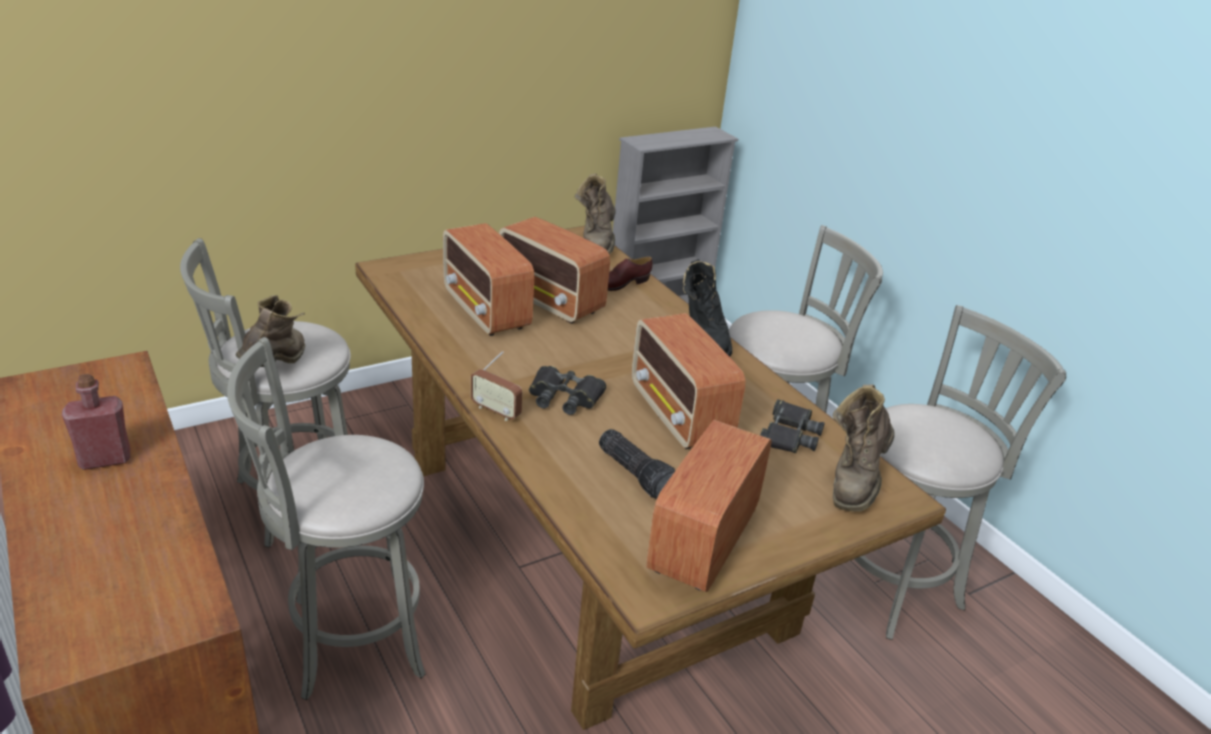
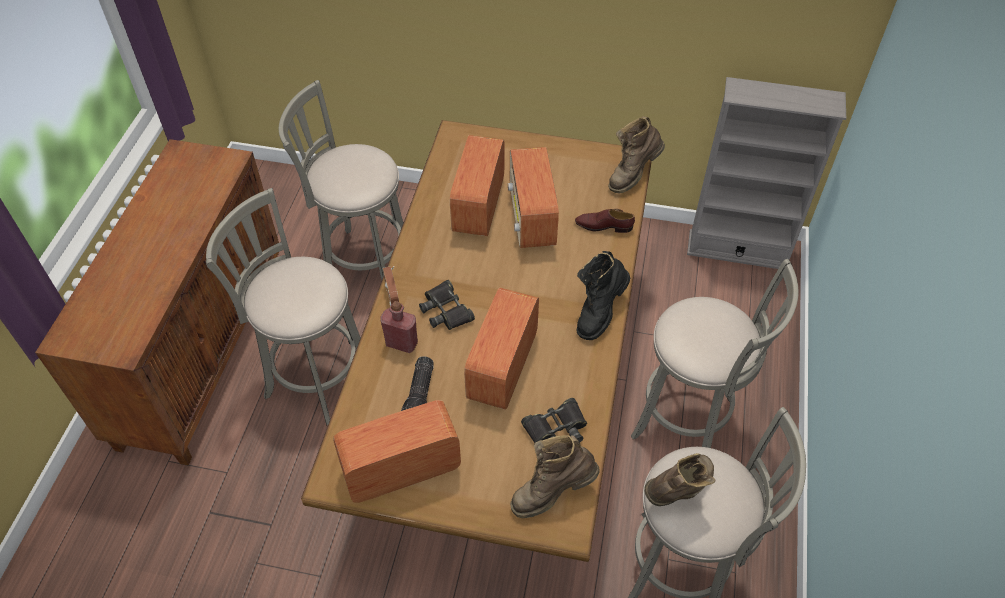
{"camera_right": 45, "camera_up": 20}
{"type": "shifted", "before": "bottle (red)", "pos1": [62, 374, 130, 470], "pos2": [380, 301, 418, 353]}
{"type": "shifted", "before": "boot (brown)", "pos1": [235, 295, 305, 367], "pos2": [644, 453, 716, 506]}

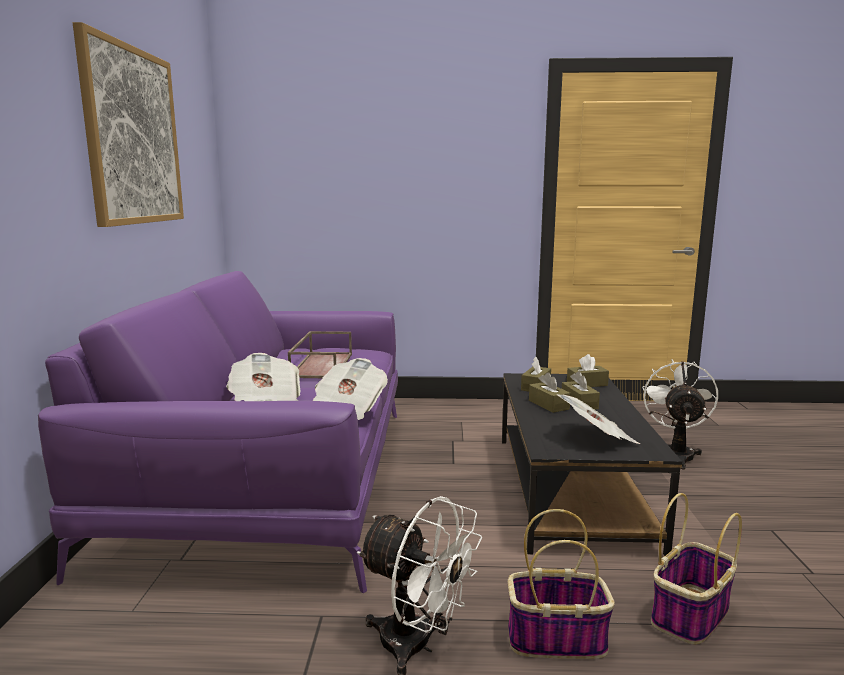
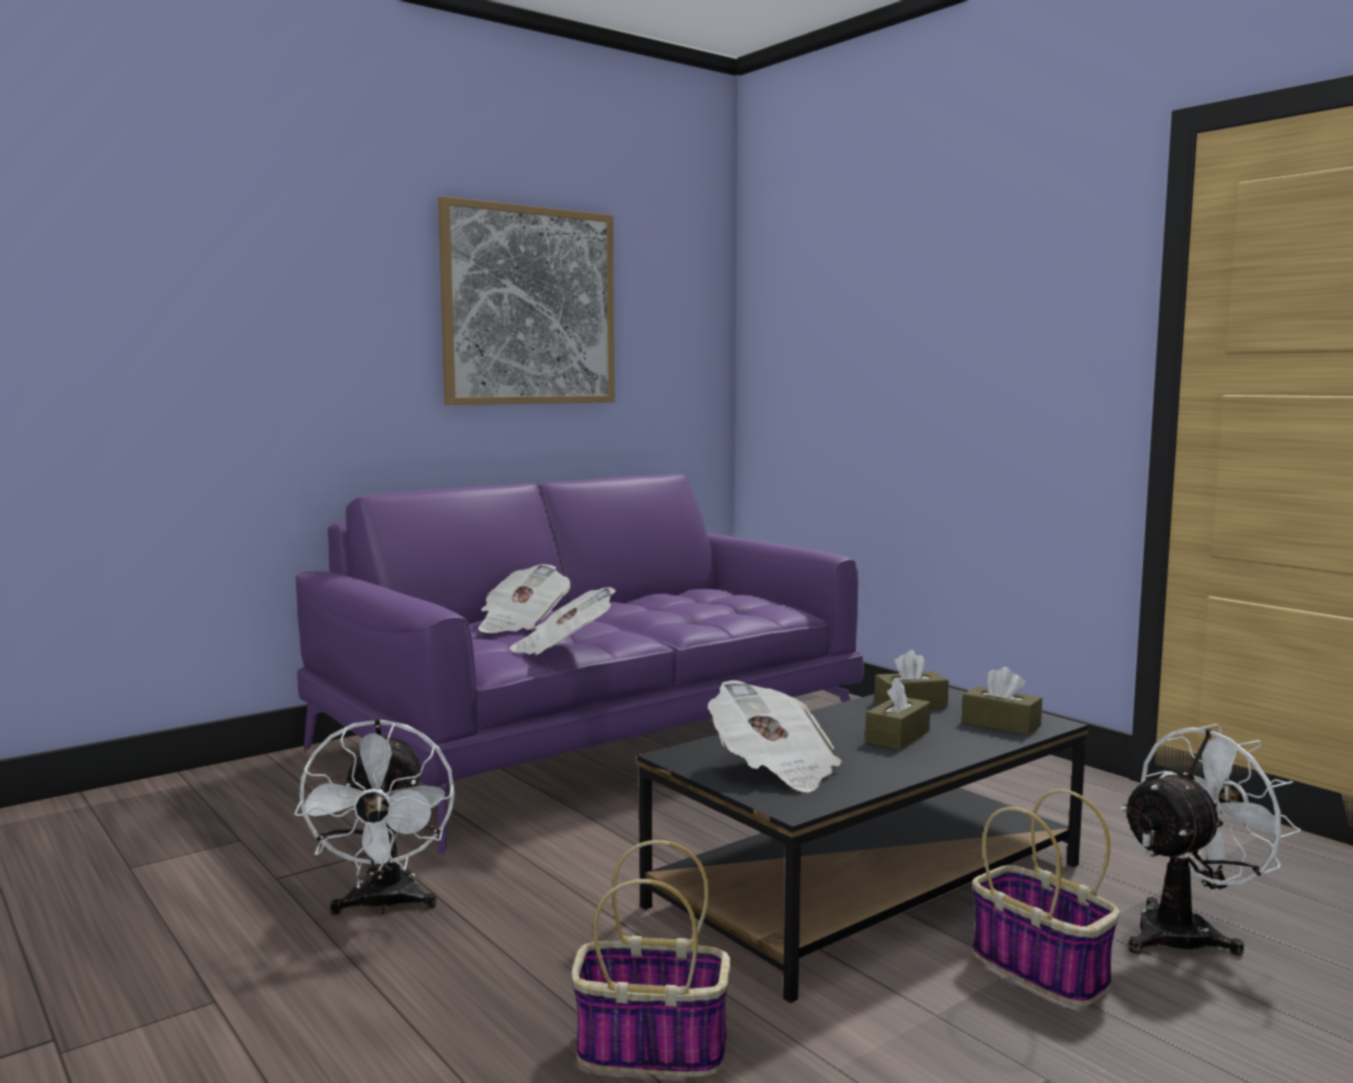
{"camera_right": 50, "camera_up": -5}
{"type": "gone", "before": "tray (brown)", "pos1": [288, 331, 352, 378]}
{"type": "shifted", "before": "basket", "pos1": [508, 509, 615, 659], "pos2": [972, 789, 1120, 1007]}
{"type": "gone", "before": "tissue box (brown)", "pos1": [529, 372, 571, 413]}

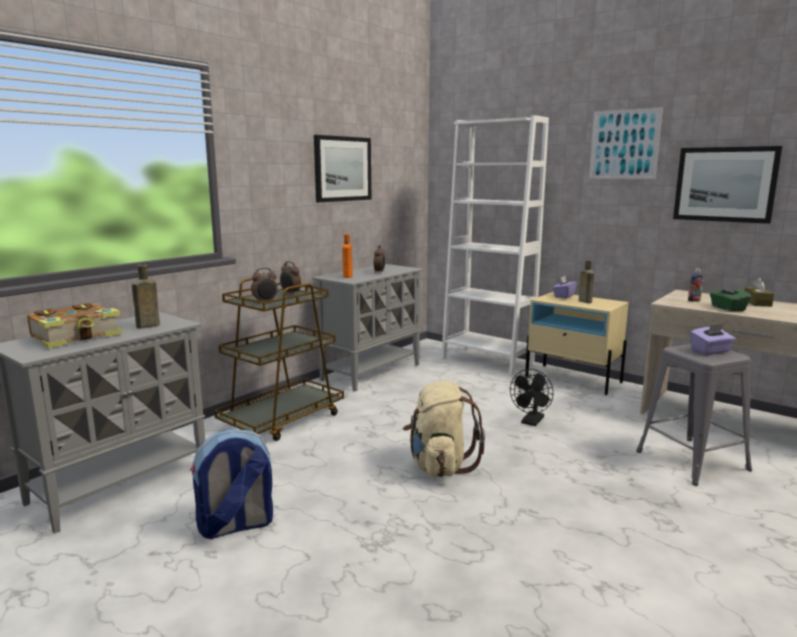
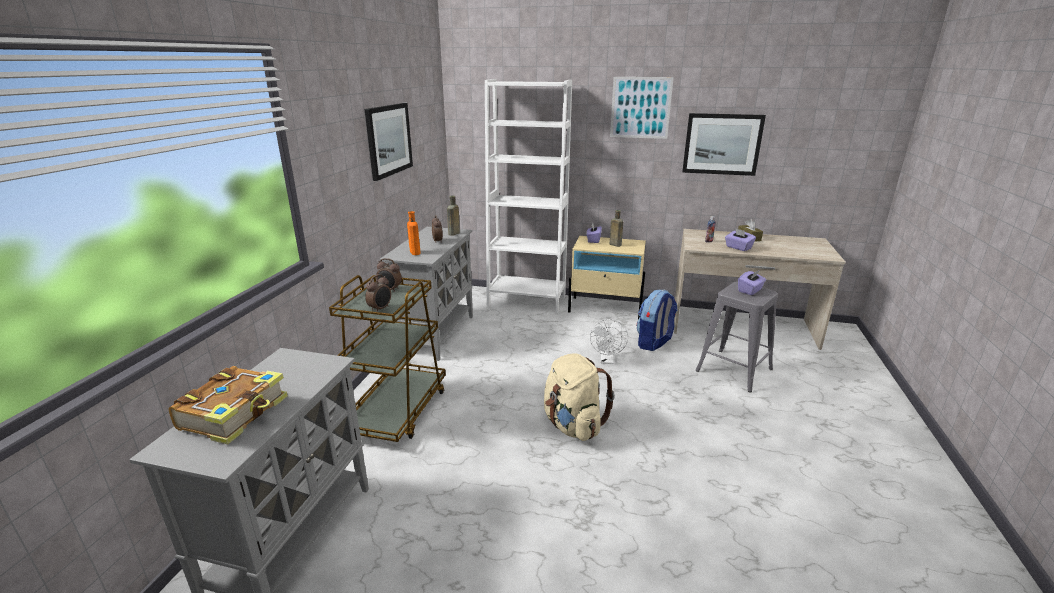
{"camera_right": -25, "camera_up": 10}
{"type": "shifted", "before": "bottle (brown)", "pos1": [132, 264, 160, 329], "pos2": [447, 196, 460, 236]}
{"type": "shifted", "before": "backpack", "pos1": [190, 429, 273, 539], "pos2": [637, 290, 677, 351]}
{"type": "repainted", "before": "fan (black)", "after": "fan (white)", "pos1": [510, 369, 553, 426], "pos2": [590, 319, 628, 364]}
{"type": "repainted", "before": "tissue box (green)", "after": "tissue box (purple)", "pos1": [710, 282, 751, 312], "pos2": [725, 228, 756, 251]}

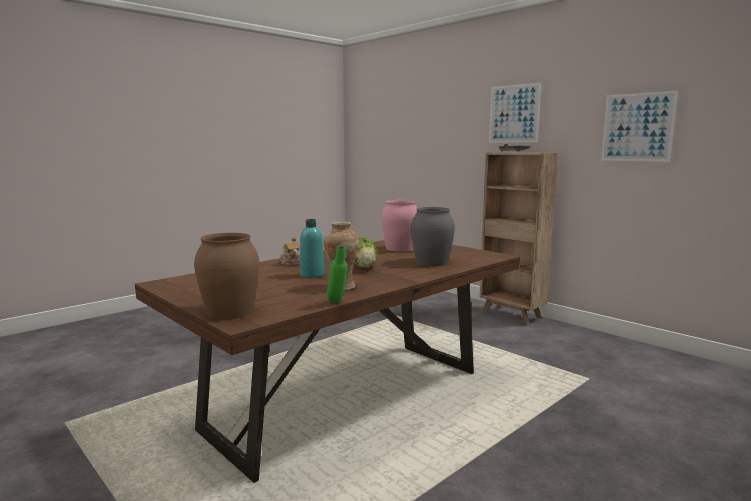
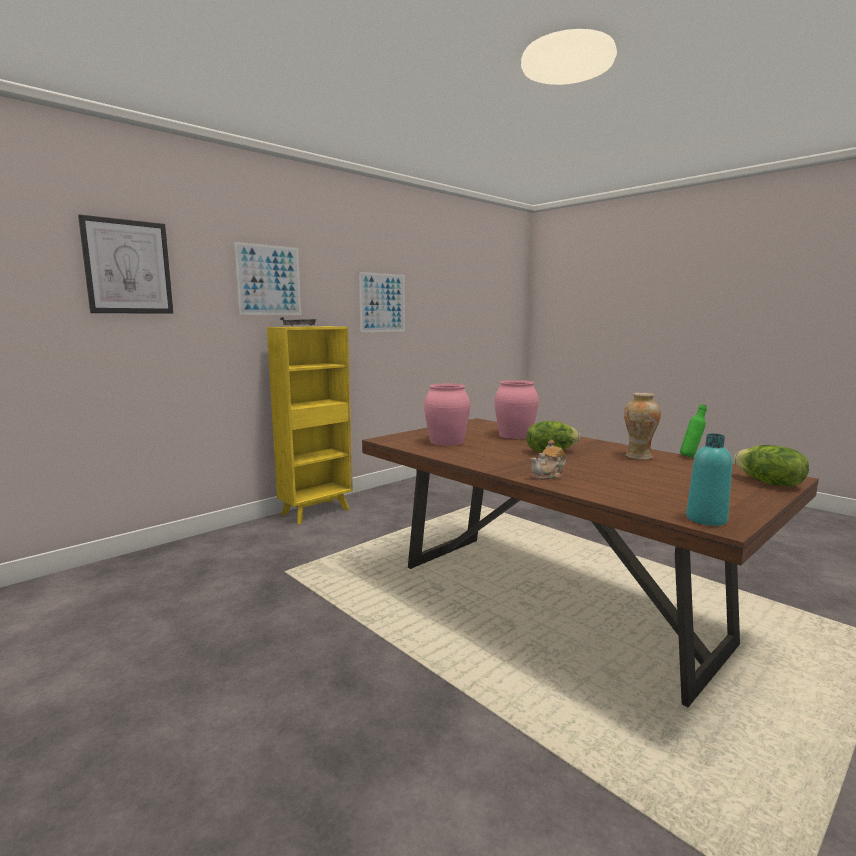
{"camera_right": -90, "camera_up": 0}
{"type": "swapped", "before": "vase (brown)", "after": "lettuce", "pos1": [194, 233, 260, 319], "pos2": [734, 445, 809, 486]}
{"type": "shifted", "before": "bottle (turquoise)", "pos1": [300, 219, 324, 278], "pos2": [686, 433, 732, 526]}
{"type": "repainted", "before": "vase (grey)", "after": "vase (pink)", "pos1": [411, 207, 455, 266], "pos2": [494, 380, 539, 439]}
{"type": "repainted", "before": "bookcase (brown)", "after": "bookcase (yellow)", "pos1": [480, 152, 558, 325], "pos2": [267, 326, 353, 524]}
{"type": "new", "after": "picture", "pos2": [78, 214, 173, 314]}

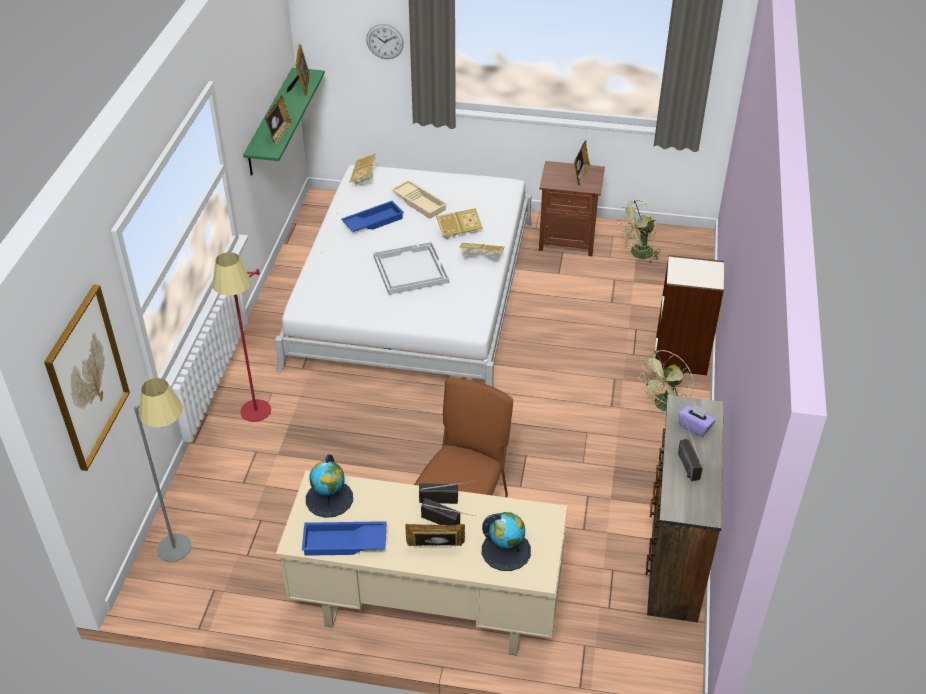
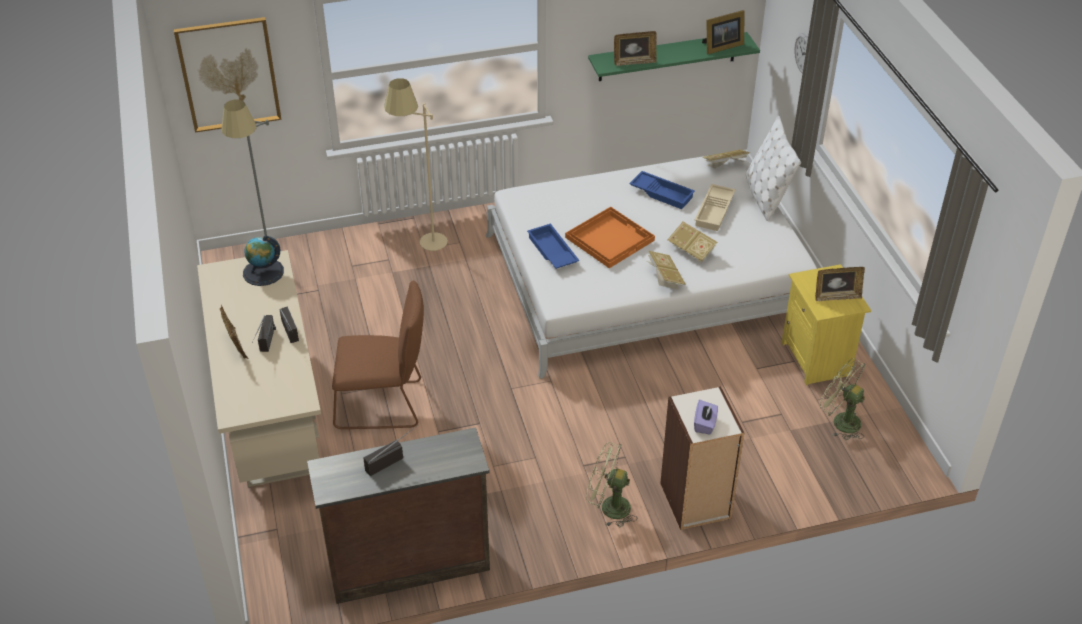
{"camera_right": 65, "camera_up": 0}
{"type": "repainted", "before": "floor lamp (red)", "after": "floor lamp (beige)", "pos1": [212, 252, 271, 422], "pos2": [384, 78, 448, 251]}
{"type": "shifted", "before": "tray (blue)", "pos1": [302, 521, 387, 556], "pos2": [527, 223, 579, 269]}
{"type": "repainted", "before": "tray (white)", "after": "tray (orange)", "pos1": [373, 242, 449, 295], "pos2": [565, 207, 655, 268]}
{"type": "gone", "before": "globe", "pos1": [482, 512, 531, 571]}
{"type": "repainted", "before": "nightstand (brown)", "after": "nightstand (yellow)", "pos1": [539, 161, 605, 256], "pos2": [781, 264, 871, 386]}
{"type": "shifted", "before": "tissue box (purple)", "pos1": [678, 404, 716, 437], "pos2": [694, 400, 718, 435]}
{"type": "new", "after": "pillow (white)", "pos2": [746, 116, 801, 221]}

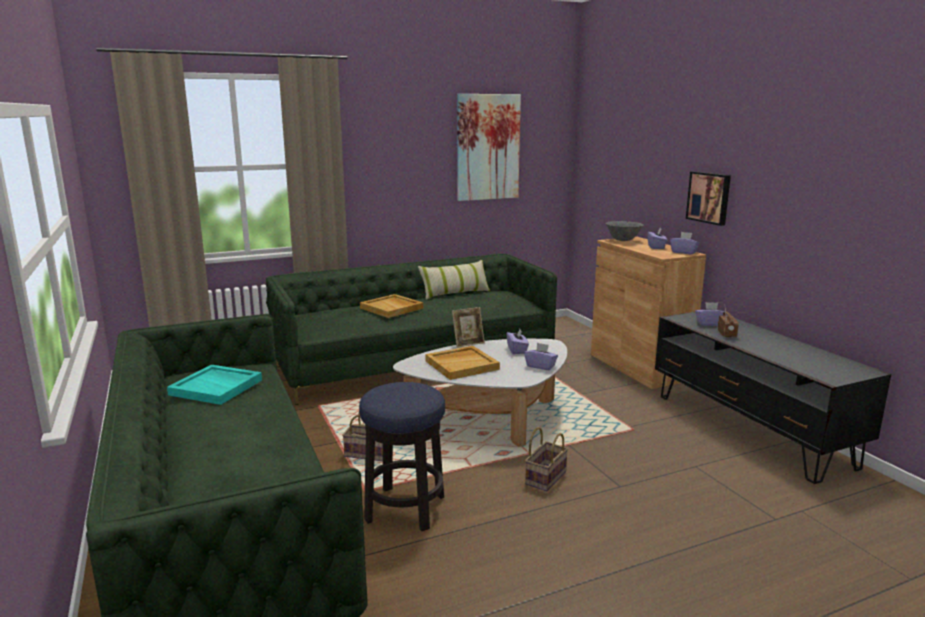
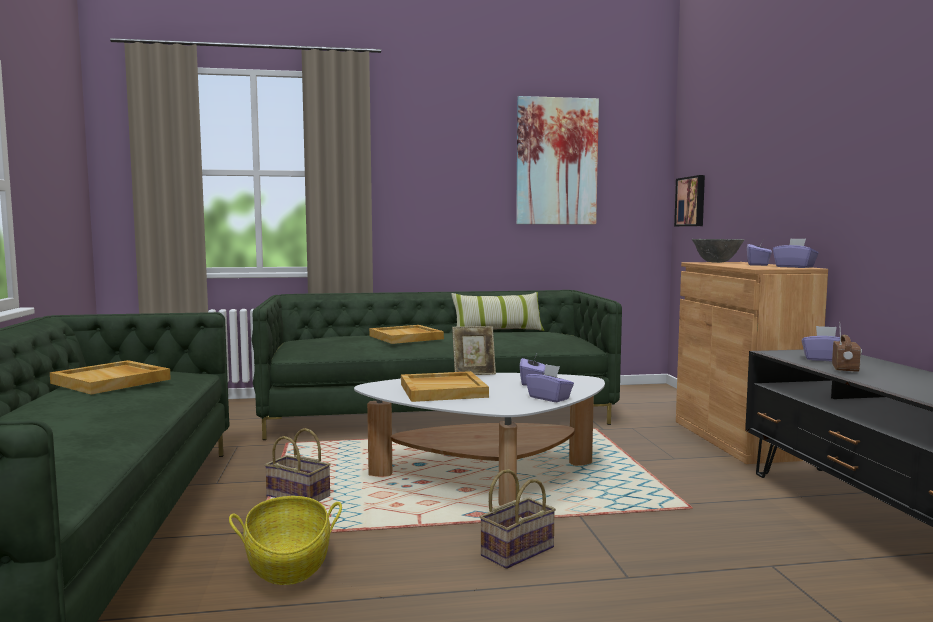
{"camera_right": 15, "camera_up": -10}
{"type": "repainted", "before": "tray (turquoise)", "after": "tray (beige)", "pos1": [167, 365, 262, 405], "pos2": [50, 360, 171, 394]}
{"type": "swapped", "before": "stool", "after": "basket", "pos1": [359, 382, 445, 531], "pos2": [229, 496, 342, 585]}
{"type": "shifted", "before": "picture", "pos1": [686, 171, 731, 226], "pos2": [674, 175, 705, 226]}

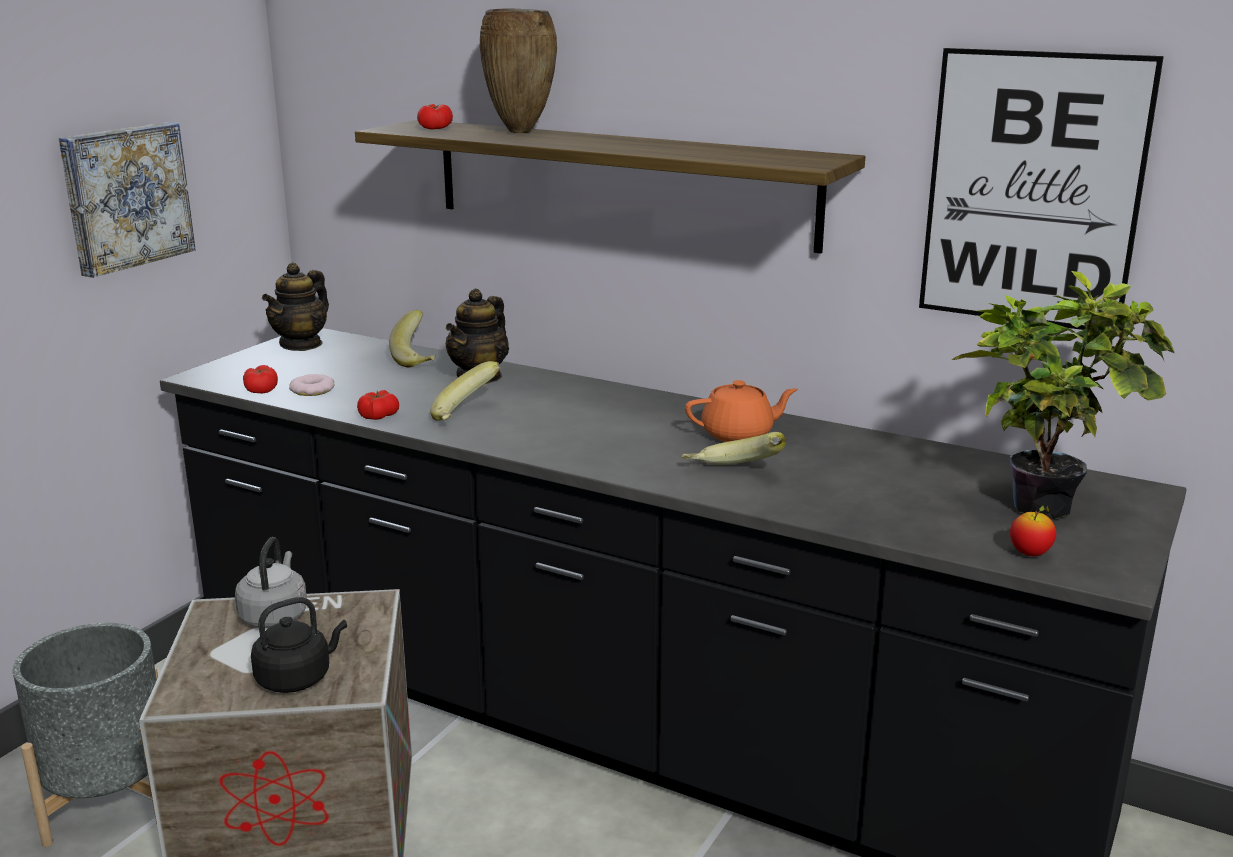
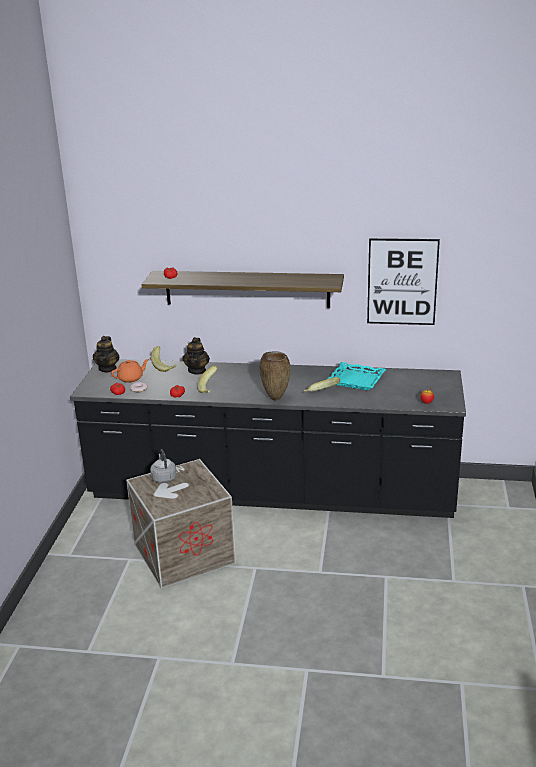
{"camera_right": -20, "camera_up": 5}
{"type": "gone", "before": "planter (grey)", "pos1": [13, 623, 158, 847]}
{"type": "gone", "before": "picture", "pos1": [59, 122, 196, 278]}
{"type": "gone", "before": "kettle (black)", "pos1": [251, 597, 347, 693]}
{"type": "shifted", "before": "vase (brown)", "pos1": [480, 8, 557, 133], "pos2": [260, 351, 291, 400]}
{"type": "shifted", "before": "teapot (orange)", "pos1": [685, 380, 798, 442], "pos2": [111, 359, 149, 383]}
{"type": "gone", "before": "potted plant", "pos1": [951, 271, 1174, 520]}
{"type": "new", "after": "tray (turquoise)", "pos2": [327, 362, 386, 391]}

